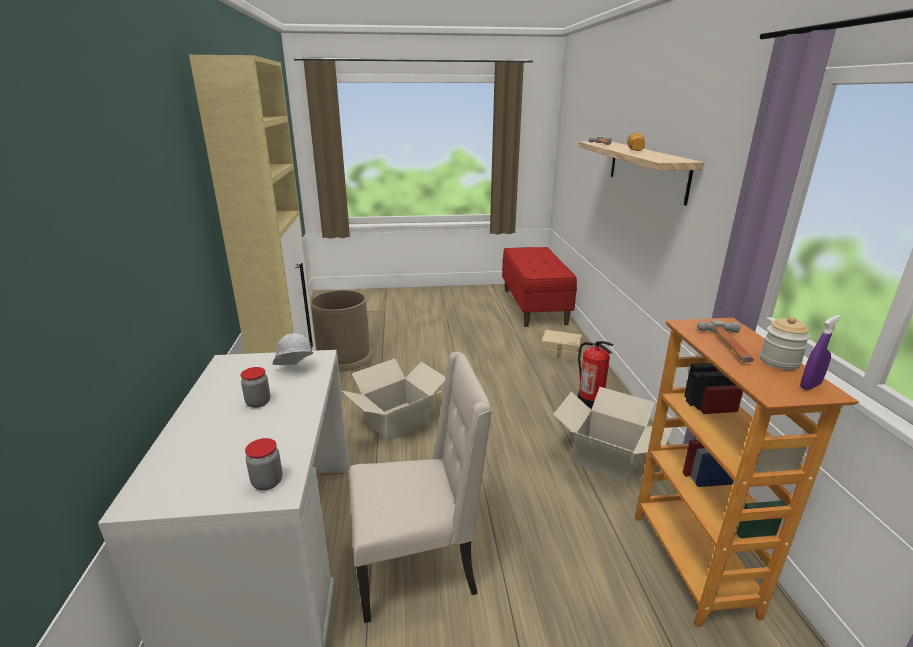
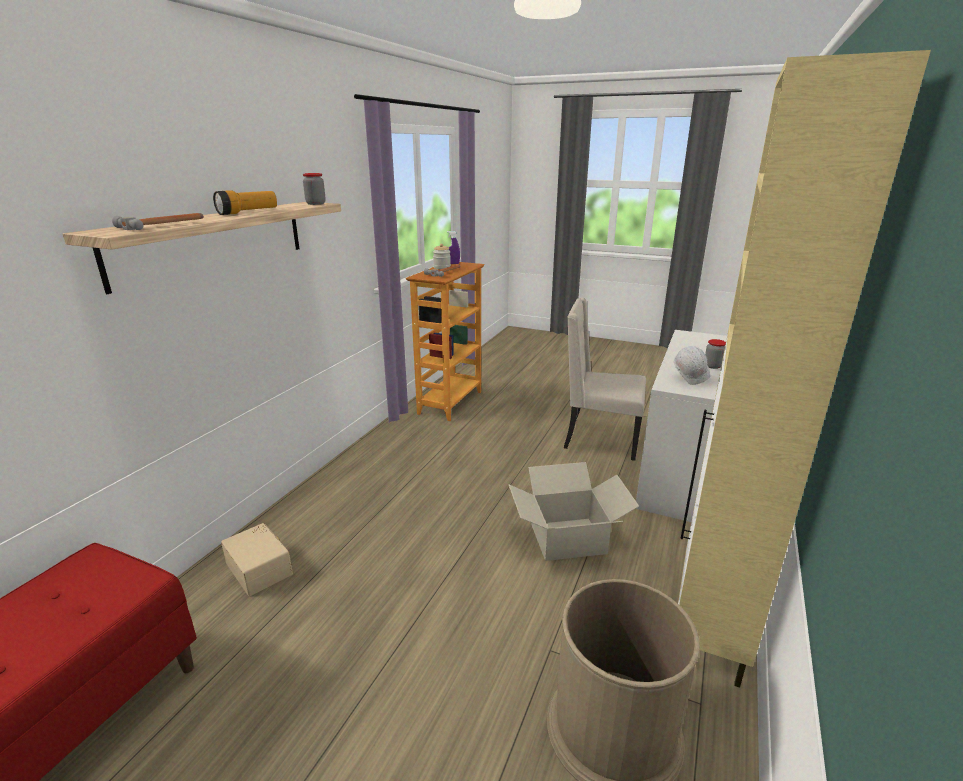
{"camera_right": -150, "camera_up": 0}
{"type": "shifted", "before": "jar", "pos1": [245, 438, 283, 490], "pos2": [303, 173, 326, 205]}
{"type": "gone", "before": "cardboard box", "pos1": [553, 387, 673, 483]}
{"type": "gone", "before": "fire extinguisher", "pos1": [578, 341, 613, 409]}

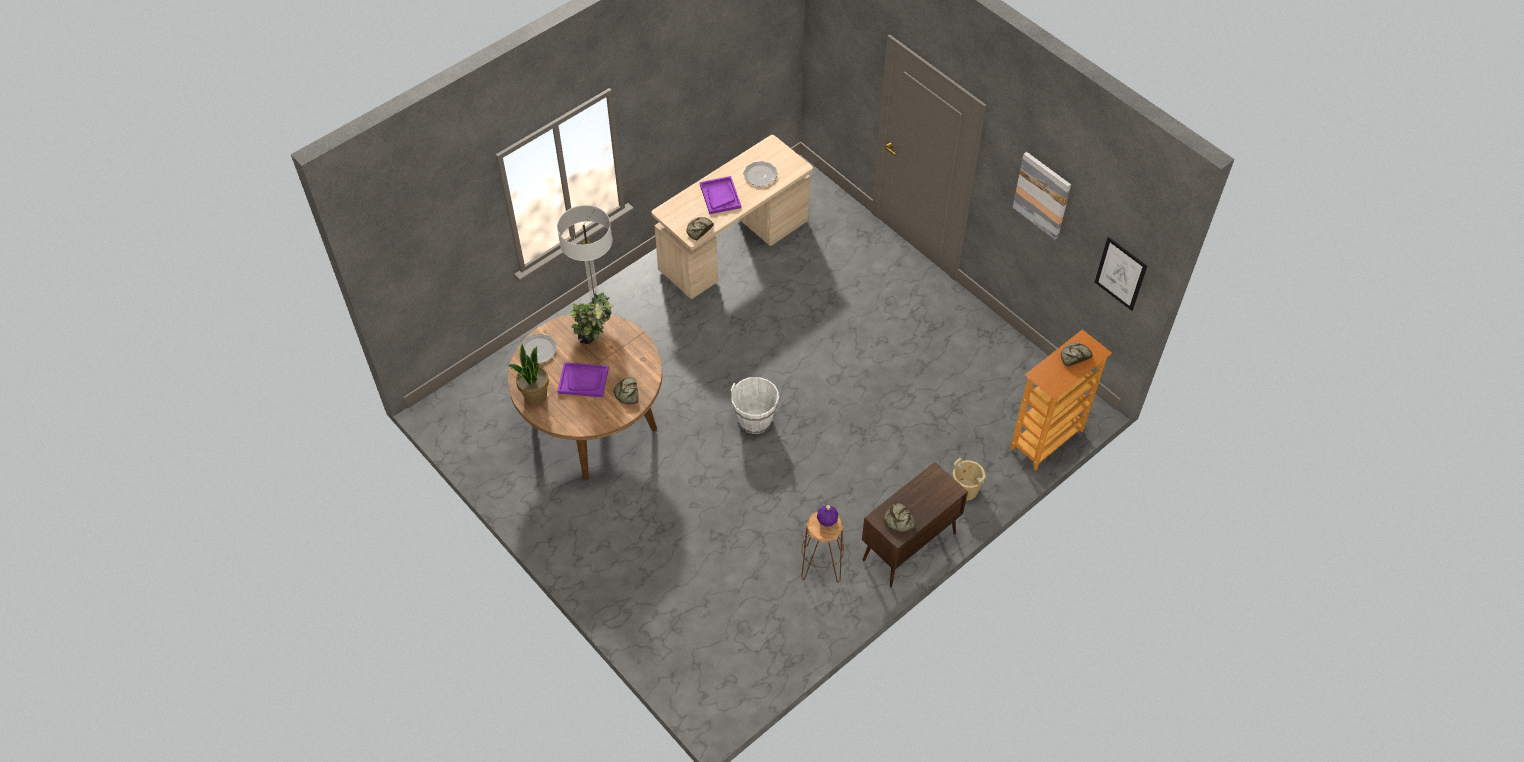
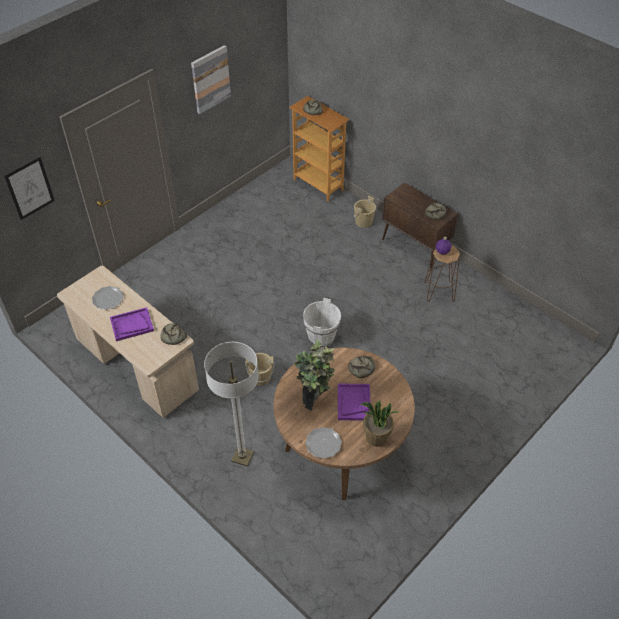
{"camera_right": -95, "camera_up": -5}
{"type": "shifted", "before": "picture", "pos1": [1095, 237, 1147, 311], "pos2": [4, 156, 55, 220]}
{"type": "new", "after": "bucket (beige)", "pos2": [245, 353, 274, 386]}

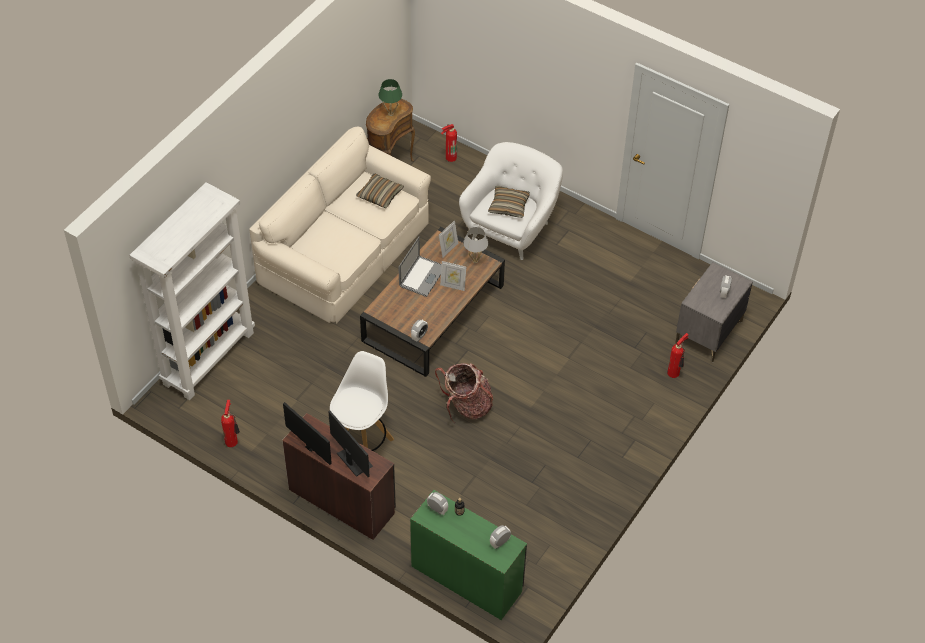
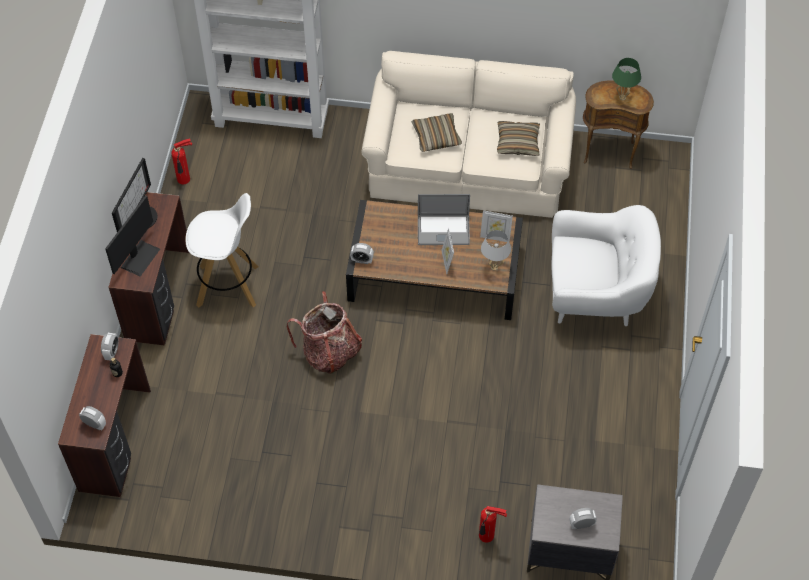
{"camera_right": 65, "camera_up": 5}
{"type": "repainted", "before": "desk (green)", "after": "desk (brown)", "pos1": [410, 490, 527, 620], "pos2": [58, 334, 151, 497]}
{"type": "gone", "before": "fire extinguisher", "pos1": [441, 124, 457, 162]}
{"type": "shifted", "before": "pillow", "pos1": [488, 186, 530, 218], "pos2": [412, 113, 462, 152]}

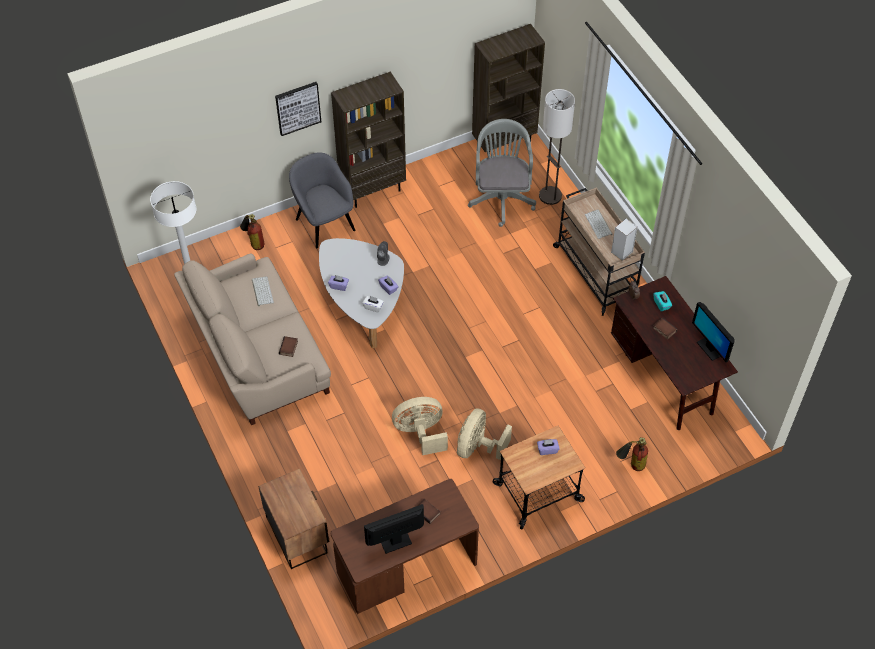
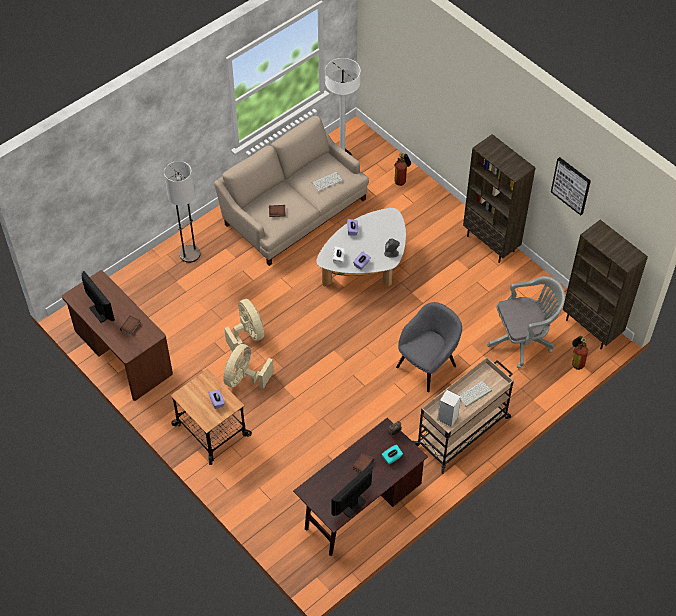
{"camera_right": 75, "camera_up": 0}
{"type": "gone", "before": "nightstand", "pos1": [258, 469, 329, 569]}
{"type": "shifted", "before": "picture", "pos1": [275, 82, 321, 136], "pos2": [551, 157, 591, 216]}
{"type": "shifted", "before": "armchair (grey)", "pos1": [289, 152, 355, 248], "pos2": [396, 302, 462, 392]}
{"type": "rotated", "before": "fan (beige)", "pos1": [457, 408, 512, 460], "pos2": [223, 344, 274, 389], "turn": -75}
{"type": "shifted", "before": "floor lamp", "pos1": [539, 89, 575, 205], "pos2": [164, 161, 201, 263]}
{"type": "shifted", "before": "fire extinguisher", "pos1": [616, 437, 648, 471], "pos2": [572, 336, 588, 370]}

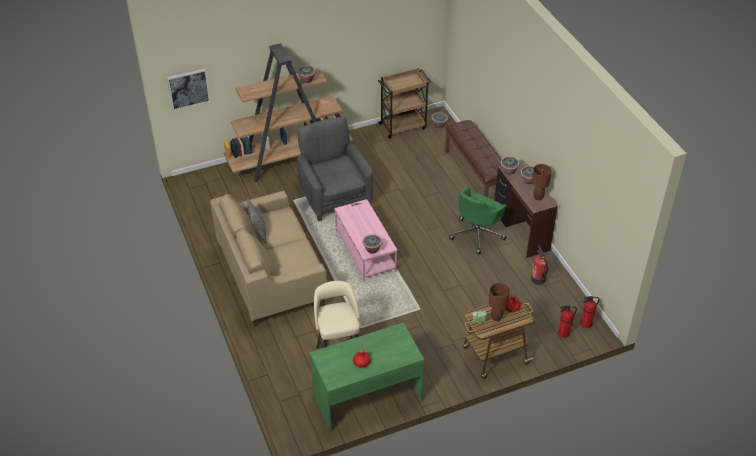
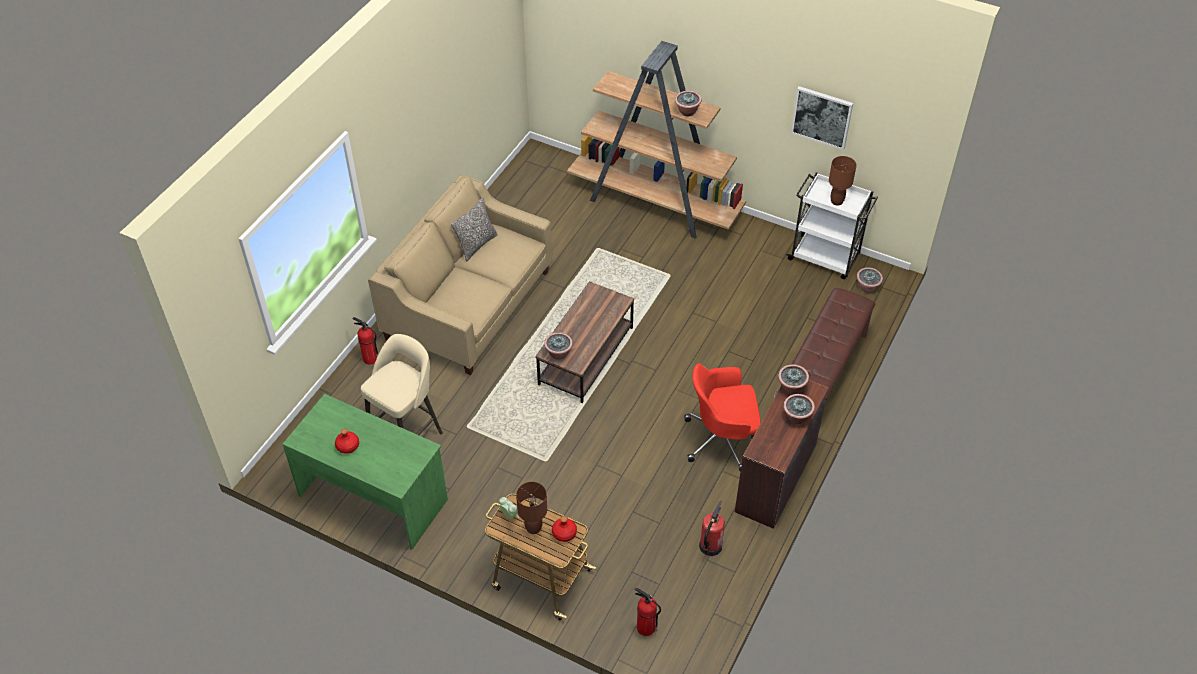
{"camera_right": 50, "camera_up": 5}
{"type": "shifted", "before": "picture", "pos1": [167, 69, 210, 111], "pos2": [791, 86, 853, 150]}
{"type": "gone", "before": "armchair (grey)", "pos1": [297, 117, 373, 221]}
{"type": "repainted", "before": "coffee table (pink)", "after": "coffee table (brown)", "pos1": [334, 199, 397, 281], "pos2": [535, 281, 634, 403]}
{"type": "repainted", "before": "cart (brown)", "after": "cart (white)", "pos1": [378, 68, 431, 139], "pos2": [786, 172, 878, 279]}
{"type": "repainted", "before": "office chair (green)", "after": "office chair (red)", "pos1": [449, 186, 507, 255], "pos2": [684, 363, 761, 471]}
{"type": "shifted", "before": "table lamp (brown)", "pos1": [532, 164, 552, 200], "pos2": [829, 156, 856, 206]}
{"type": "shifted", "before": "fire extinguisher", "pos1": [580, 296, 599, 328], "pos2": [352, 317, 378, 365]}

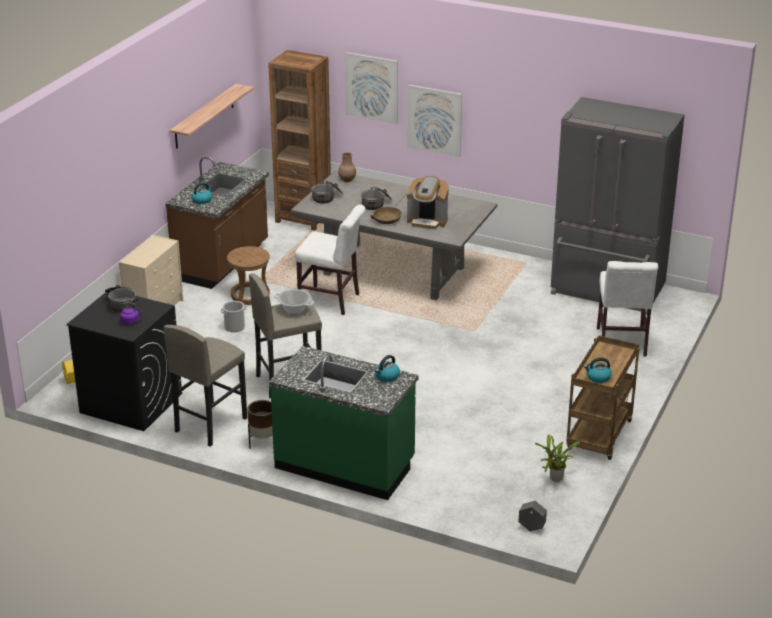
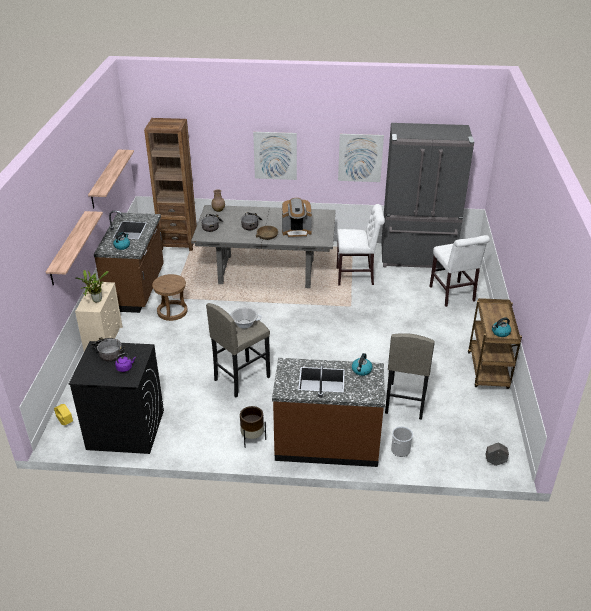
{"camera_right": -20, "camera_up": 5}
{"type": "shifted", "before": "stool (grey)", "pos1": [163, 325, 247, 447], "pos2": [385, 333, 435, 420]}
{"type": "shifted", "before": "bucket", "pos1": [221, 301, 246, 332], "pos2": [391, 426, 413, 457]}
{"type": "repainted", "before": "counter (green)", "after": "counter (brown)", "pos1": [269, 346, 418, 500], "pos2": [272, 358, 385, 467]}
{"type": "shifted", "before": "chair (white)", "pos1": [295, 204, 366, 315], "pos2": [337, 204, 385, 285]}
{"type": "shifted", "before": "picture", "pos1": [345, 52, 398, 124], "pos2": [338, 134, 384, 182]}
{"type": "shifted", "before": "potted plant", "pos1": [535, 434, 580, 482], "pos2": [76, 270, 109, 302]}
{"type": "new", "after": "shelf", "pos2": [46, 211, 103, 286]}

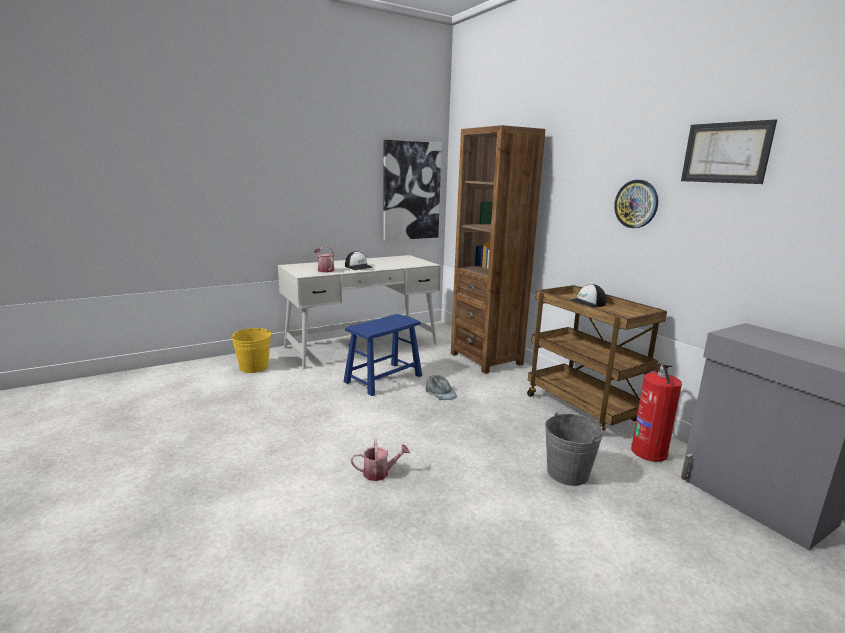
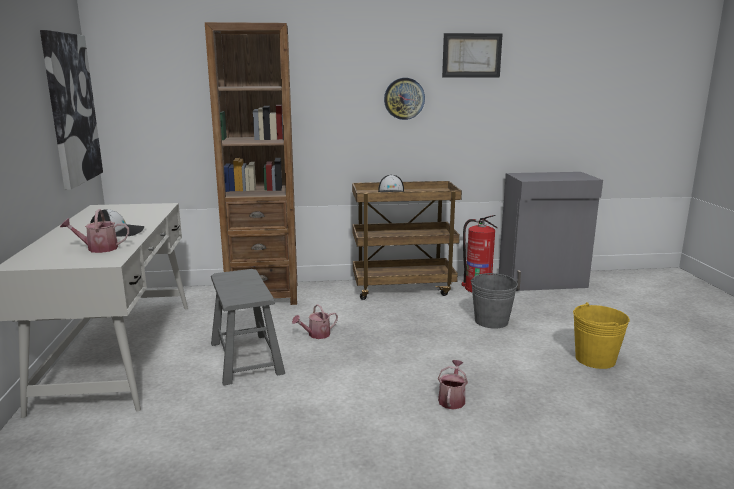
{"camera_right": -65, "camera_up": 0}
{"type": "shifted", "before": "bucket (yellow)", "pos1": [231, 328, 271, 373], "pos2": [573, 302, 630, 369]}
{"type": "repainted", "before": "stool (blue)", "after": "stool (grey)", "pos1": [343, 314, 422, 396], "pos2": [211, 269, 285, 385]}
{"type": "swapped", "before": "cap (grey)", "after": "watering can", "pos1": [425, 375, 457, 400], "pos2": [292, 304, 338, 339]}

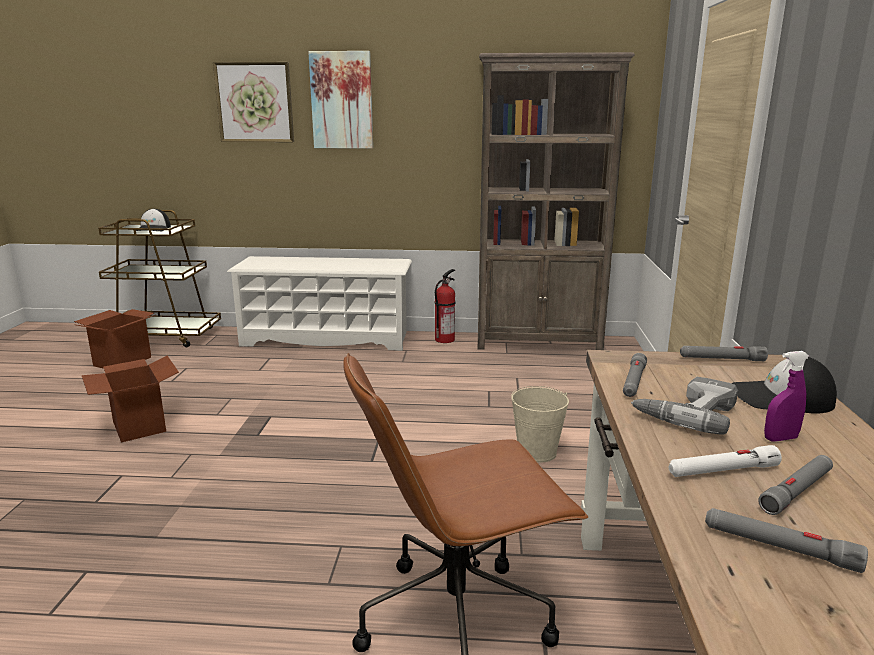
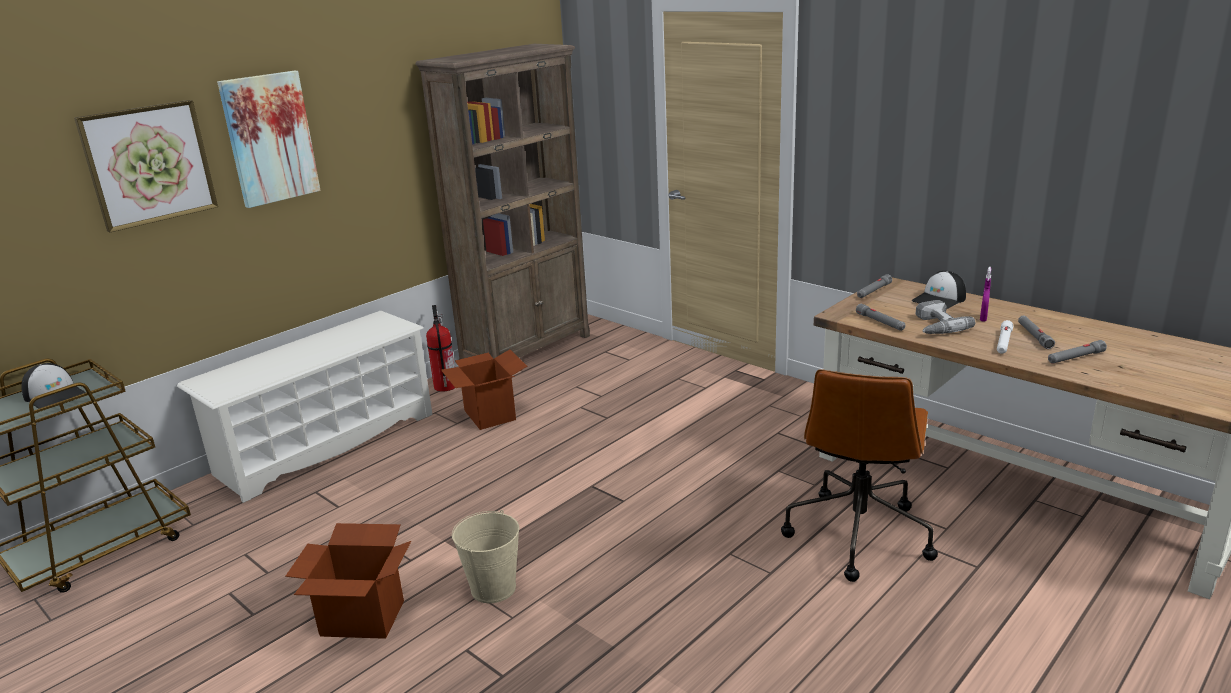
{"camera_right": -50, "camera_up": 5}
{"type": "shifted", "before": "cardboard box", "pos1": [74, 309, 155, 369], "pos2": [441, 349, 528, 430]}
{"type": "shifted", "before": "bucket (beige)", "pos1": [511, 386, 569, 463], "pos2": [452, 510, 519, 603]}

